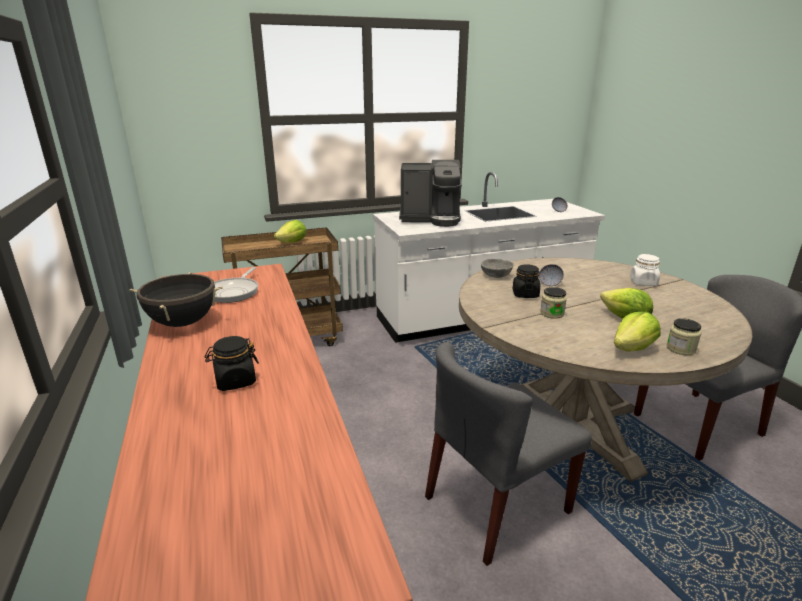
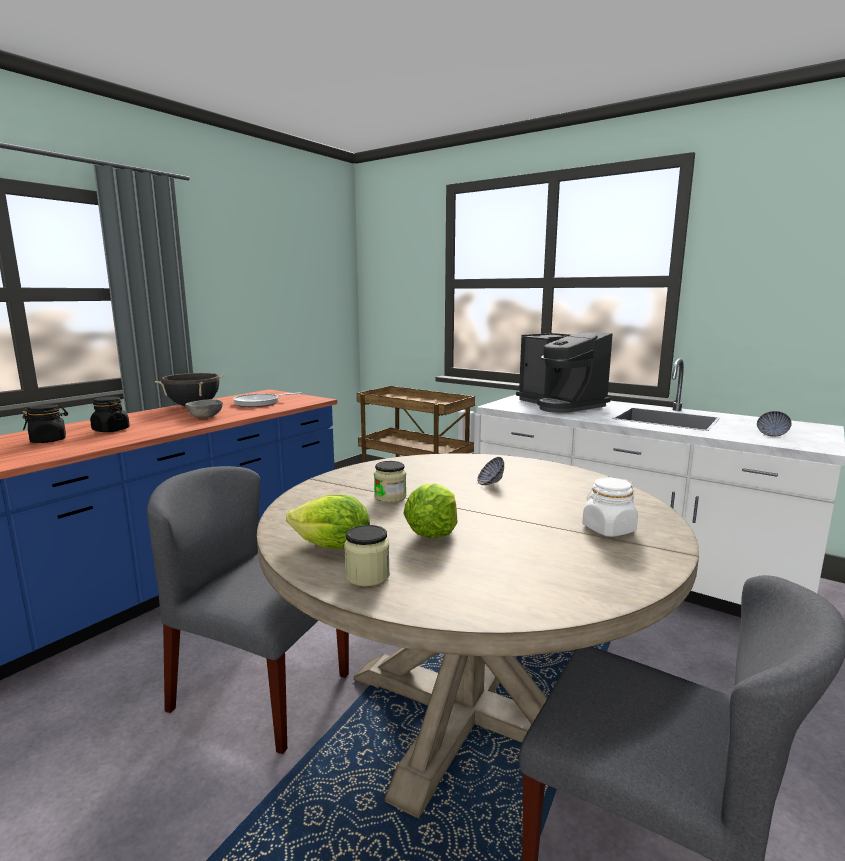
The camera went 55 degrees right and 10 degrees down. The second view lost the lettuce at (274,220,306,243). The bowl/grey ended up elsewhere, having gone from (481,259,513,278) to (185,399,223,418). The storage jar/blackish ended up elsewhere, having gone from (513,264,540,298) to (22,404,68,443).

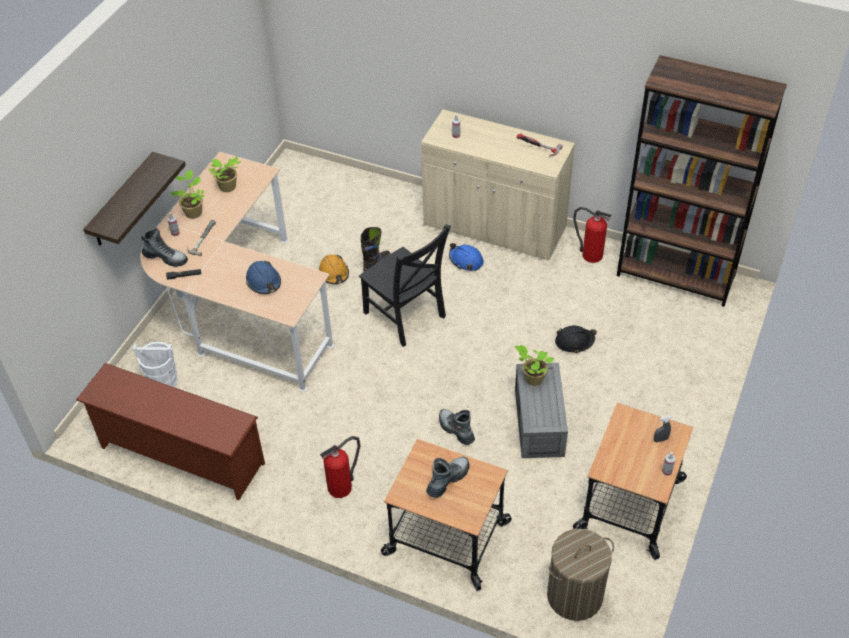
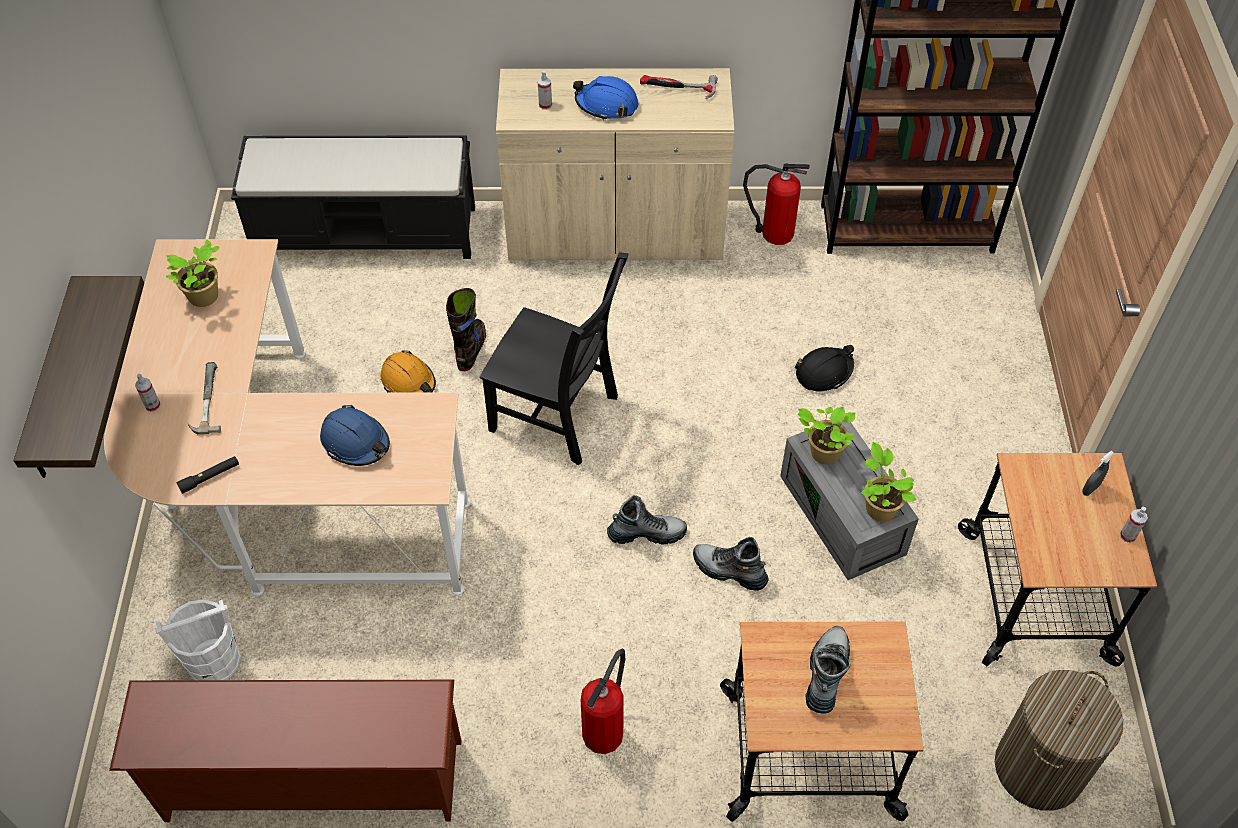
The camera went 25 degrees left and 5 degrees up. The second view gained the indoor bench/blackish at (231,135,475,259). The boot ended up elsewhere, having gone from (141,228,188,267) to (607,495,687,545). The potted plant ended up elsewhere, having gone from (170,169,205,219) to (861,442,916,522). The hard hat/bluish ended up elsewhere, having gone from (449,243,484,271) to (573,76,639,120).

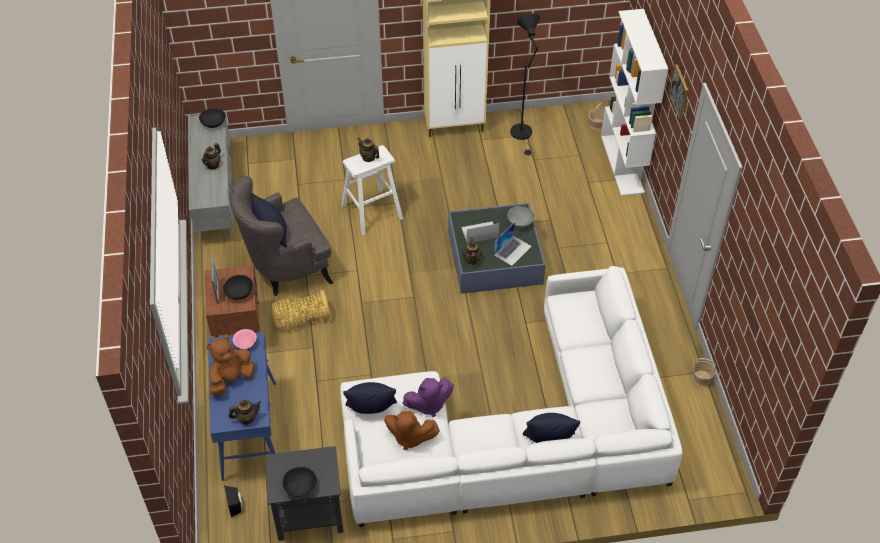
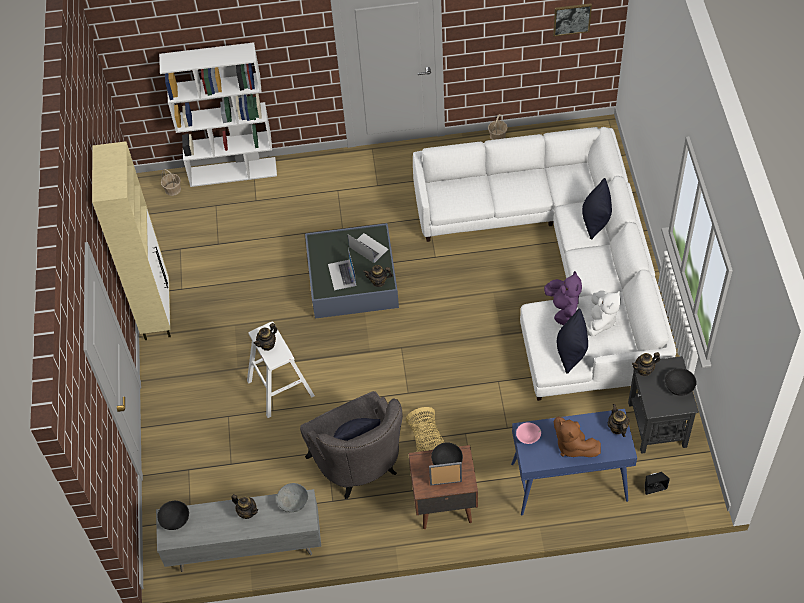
The camera went 85 degrees left and 5 degrees up. The second view lost the standing lamp/blackish at (510,13,540,155). The second view gained the tea pot at (632,352,660,376). The bowl/grey ended up elsewhere, having gone from (507,206,535,228) to (277,483,308,512). The picture ended up elsewhere, having gone from (669,64,688,120) to (553,3,592,36). What was the soft toy/brown at (384,410,440,450) turned into the soft toy/white at (586,291,621,336).

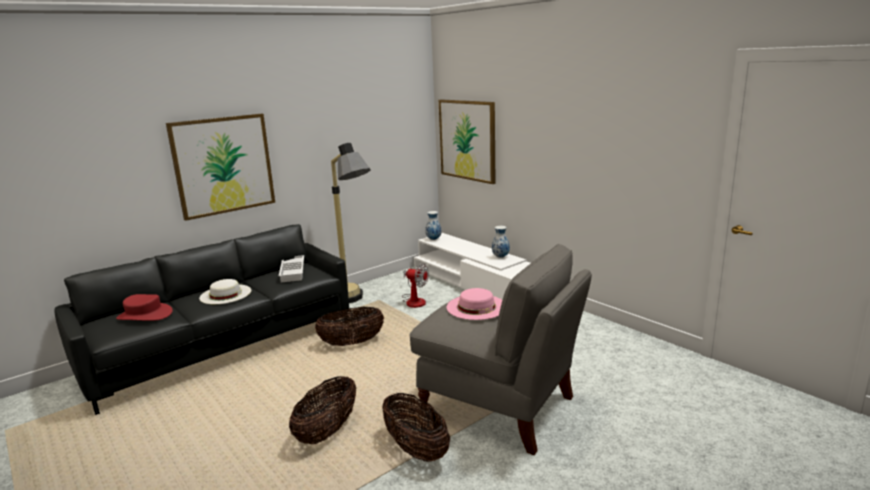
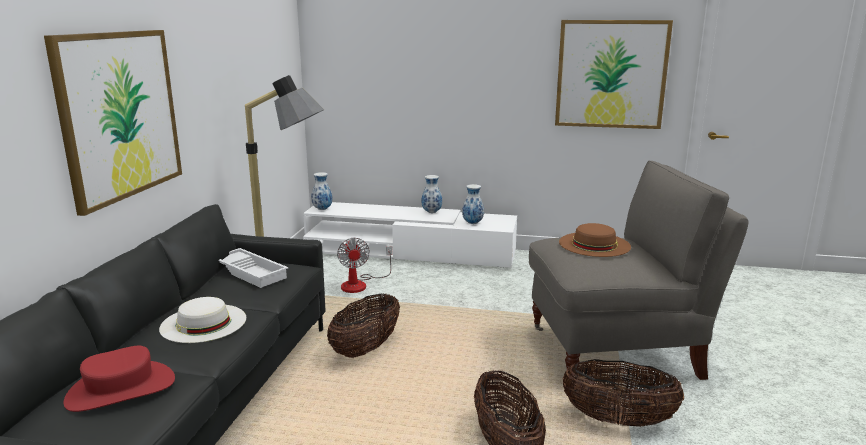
The camera went 40 degrees left and 0 degrees up. The second view gained the vase at (462,184,484,224). The picture ended up elsewhere, having gone from (439,99,496,184) to (555,20,673,129). What was the hat/pink-coloured at (447,288,502,320) turned into the hat/brown at (559,223,631,257). The cooling fan at (402,263,429,308) ended up facing another way, 90 degrees clockwise from before.

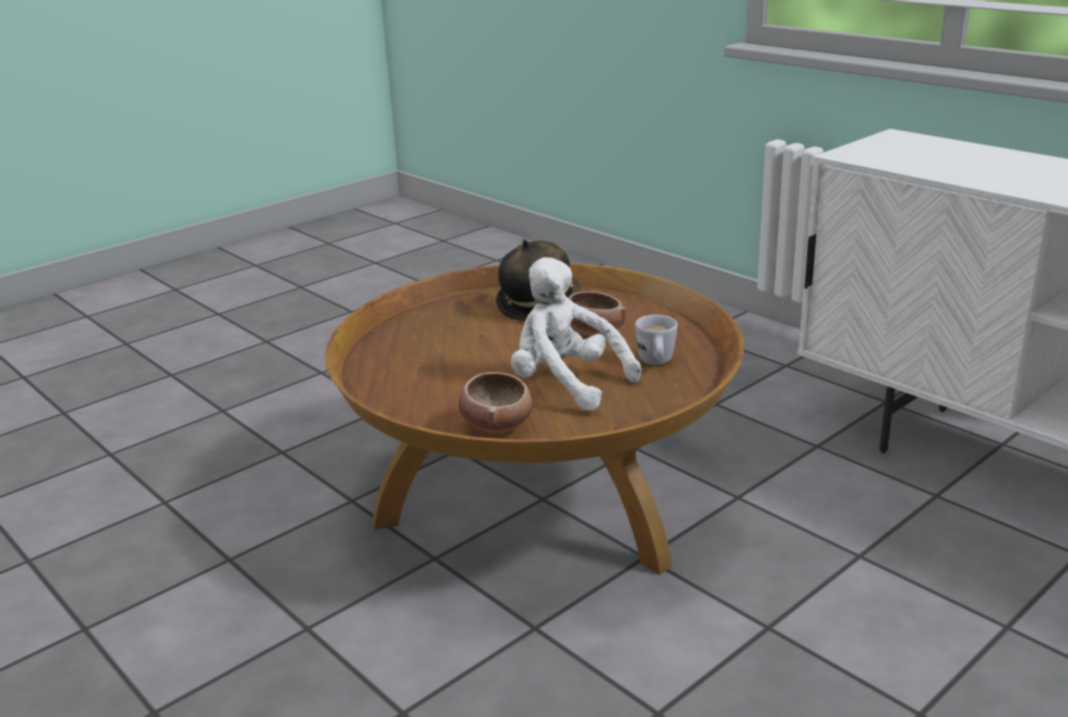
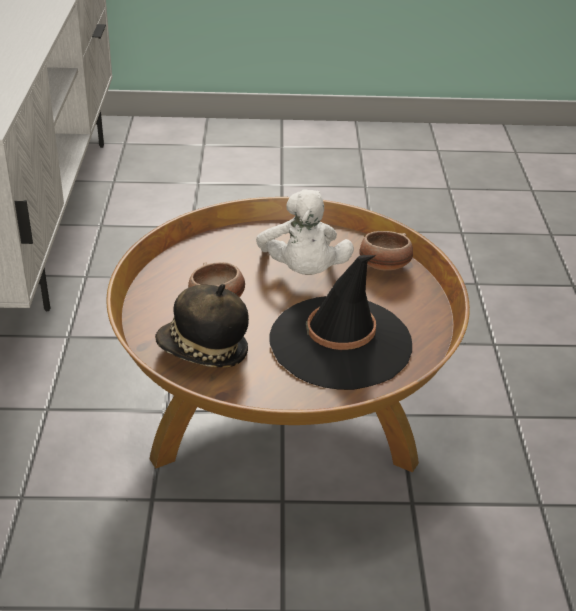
The camera went 140 degrees left and 10 degrees up. The second view lost the coffee mug/white at (635,315,678,365). The second view gained the hat/blackish at (270,255,412,390).

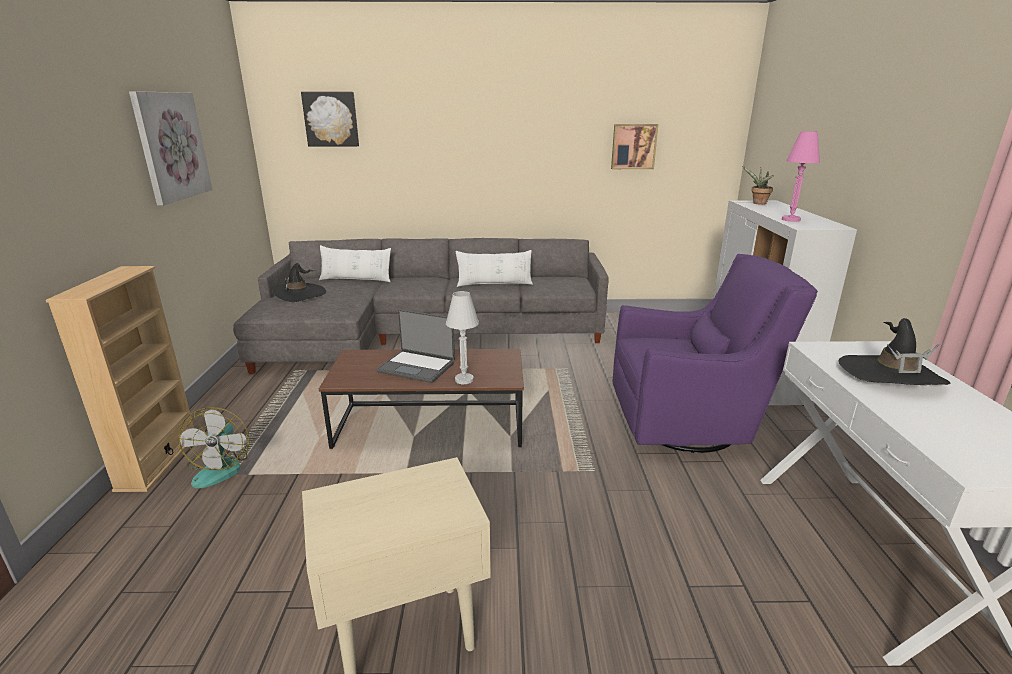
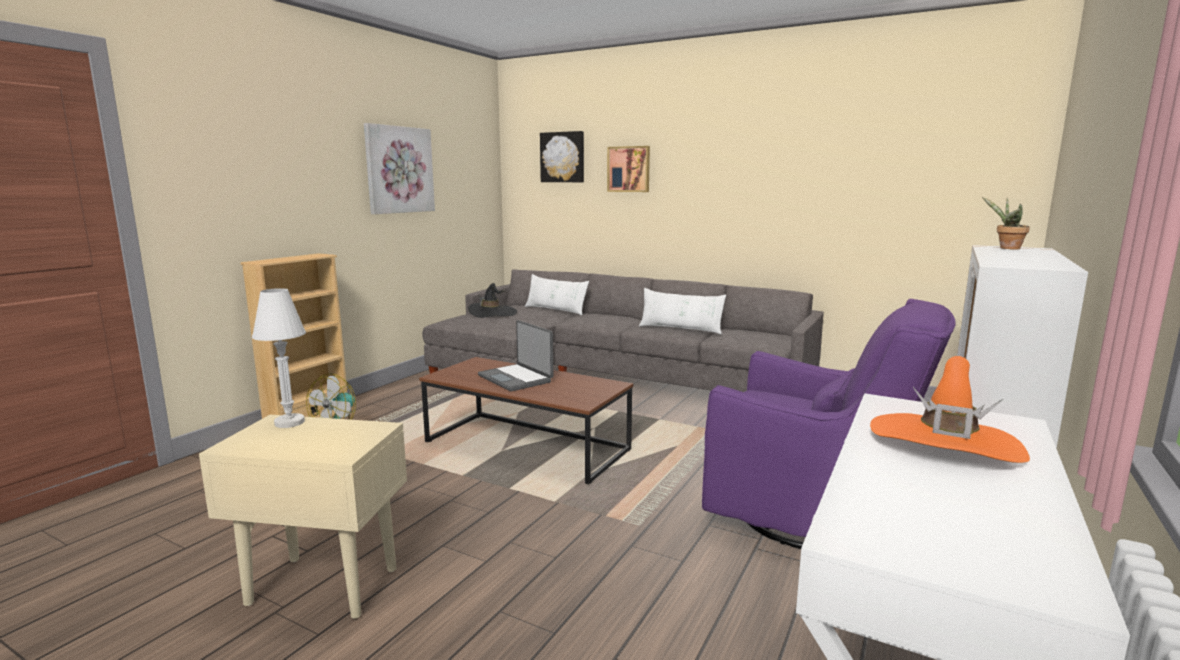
The camera went 30 degrees right and 10 degrees down. The second view lost the lamp for a table/pink-coloured at (782,131,820,222). The lamp for a table/white ended up elsewhere, having gone from (446,291,479,384) to (252,288,306,428). The picture ended up elsewhere, having gone from (611,124,658,169) to (607,146,650,192). What was the hat/blackish at (838,318,950,385) turned into the hat/orangey at (870,356,1030,463).

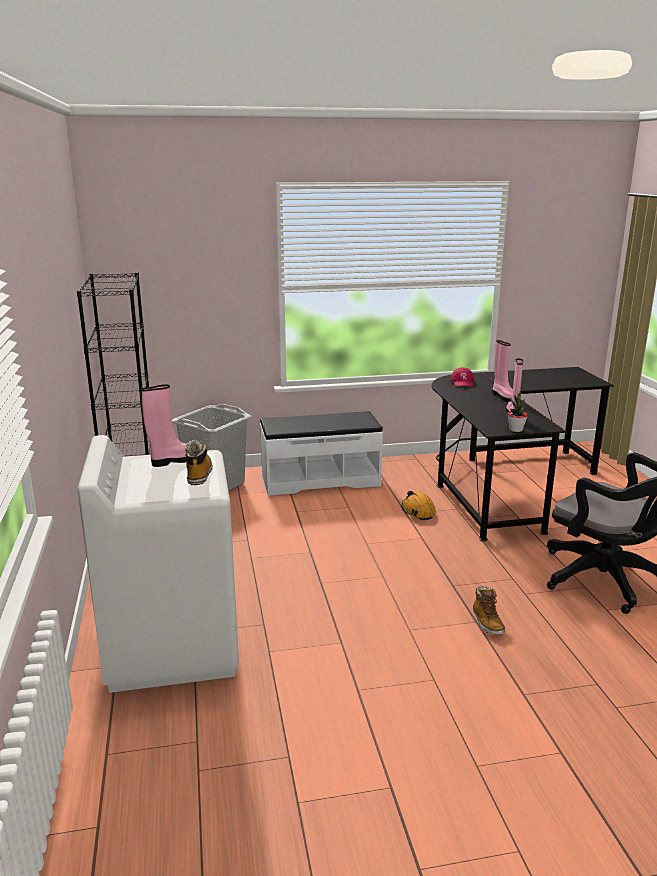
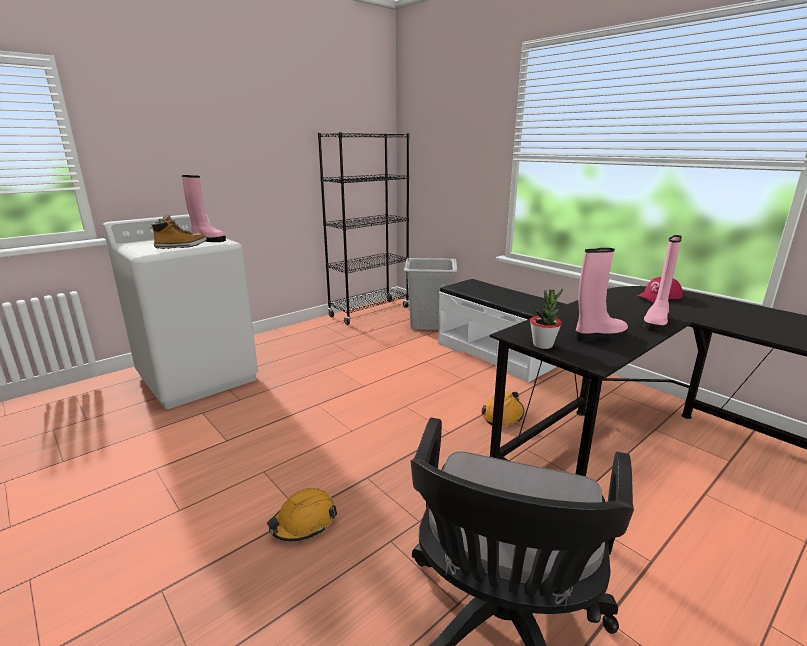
The camera went 60 degrees right and 0 degrees up. Where the boot stood at (473,586,505,635), the hard hat/orangey came to stand at (267,488,337,541).

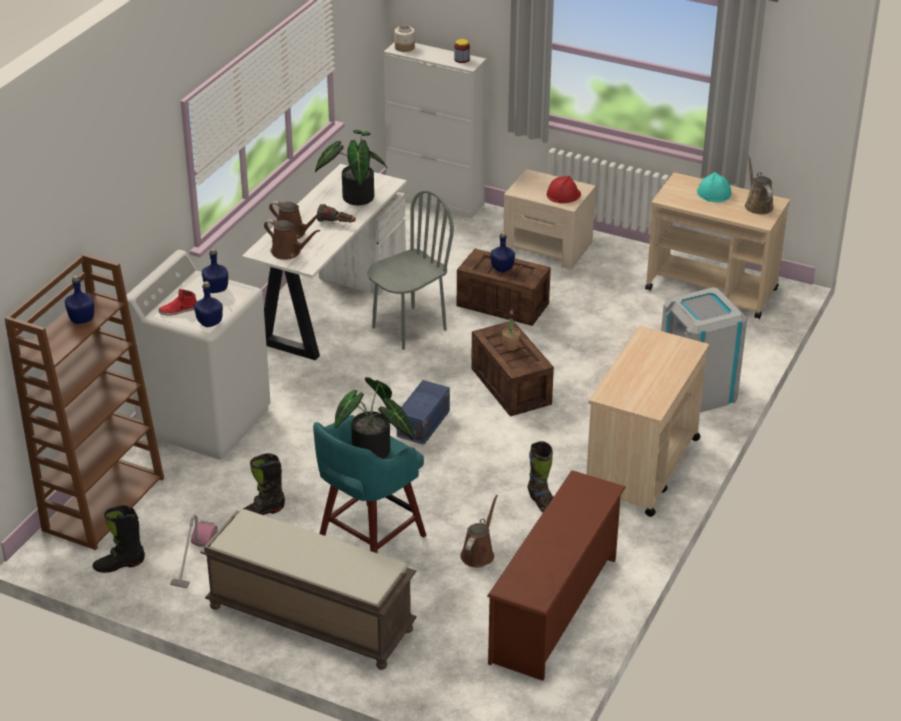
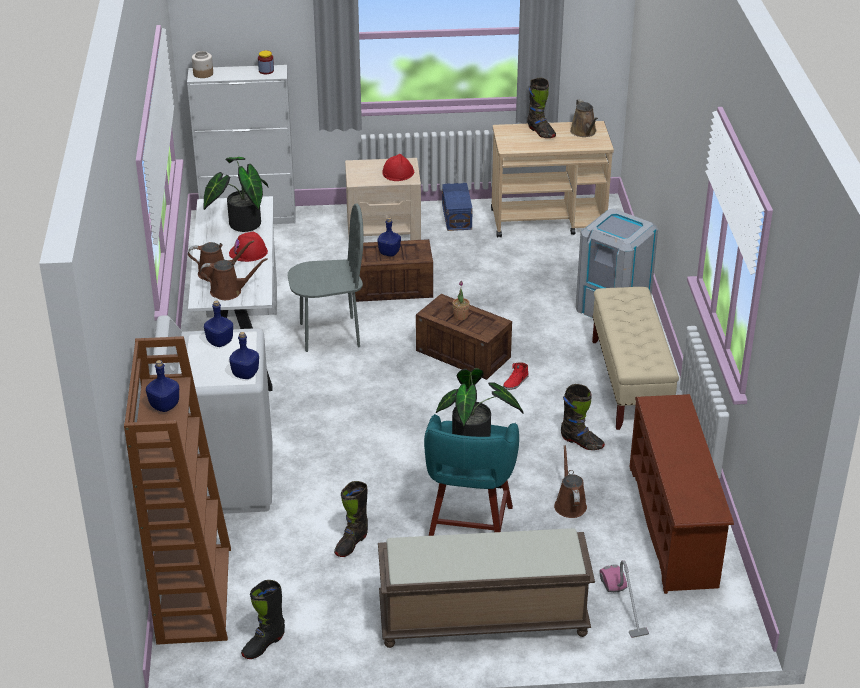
The camera went 30 degrees left and 0 degrees up. The low shoe/red-coloured ended up elsewhere, having gone from (158,289,197,316) to (503,362,529,390). The vacuum cleaner ended up elsewhere, having gone from (170,515,218,588) to (599,560,649,638). The storage box/bluish ended up elsewhere, having gone from (397,380,450,445) to (442,183,473,231). Where the torch stood at (317,204,356,223), the hard hat/red-coloured came to stand at (229,231,268,262). Where the trolley/beige stood at (586,326,709,517), the indoor bench/beige came to stand at (592,287,679,430). Where the hard hat/turquoise stood at (697,172,732,202), the boot/blackish came to stand at (527,77,556,138). The chair/grey at (367,189,454,350) ended up facing another way, 60 degrees clockwise from before. The sprinkling can/brown at (745,155,774,215) ended up facing another way, 150 degrees counterclockwise from before.

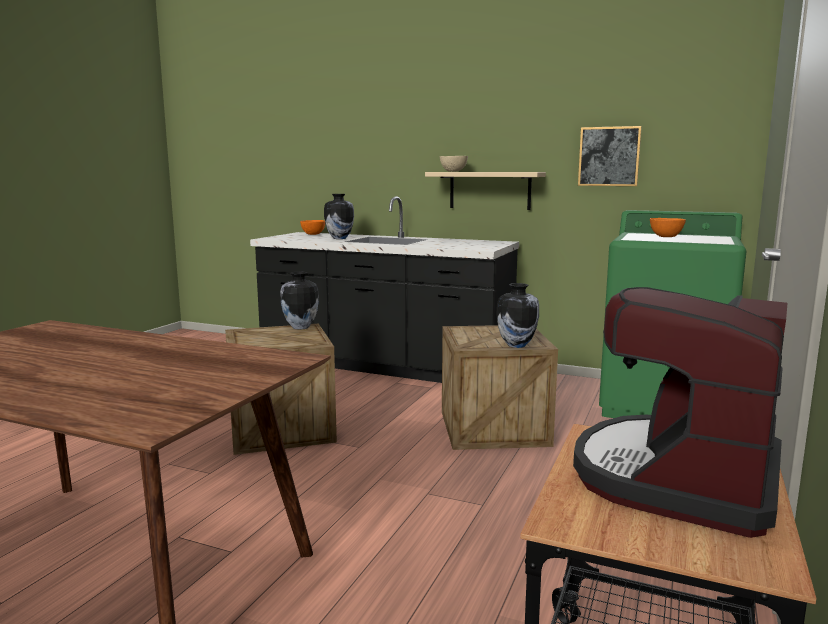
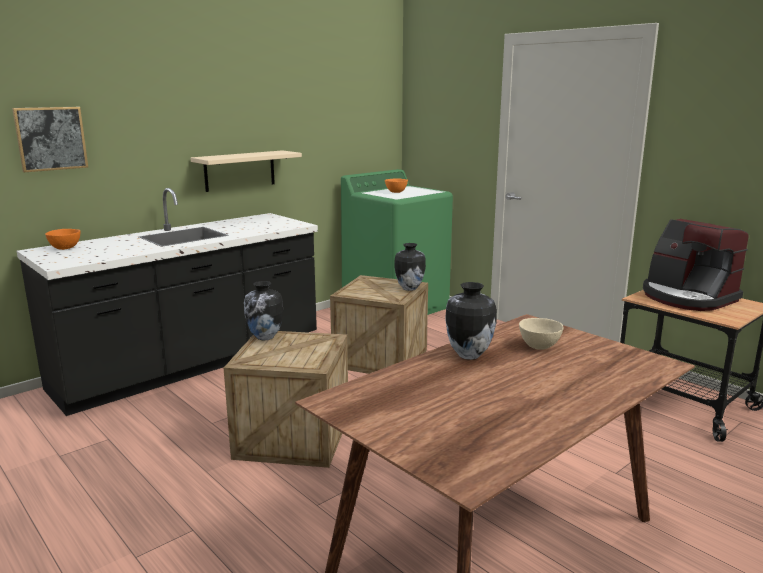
The camera went 65 degrees left and 5 degrees up. The vase ended up elsewhere, having gone from (324,194,354,239) to (445,282,497,360). The bowl/beige ended up elsewhere, having gone from (440,156,468,172) to (519,318,564,350). The picture ended up elsewhere, having gone from (578,126,642,186) to (12,107,88,172).

